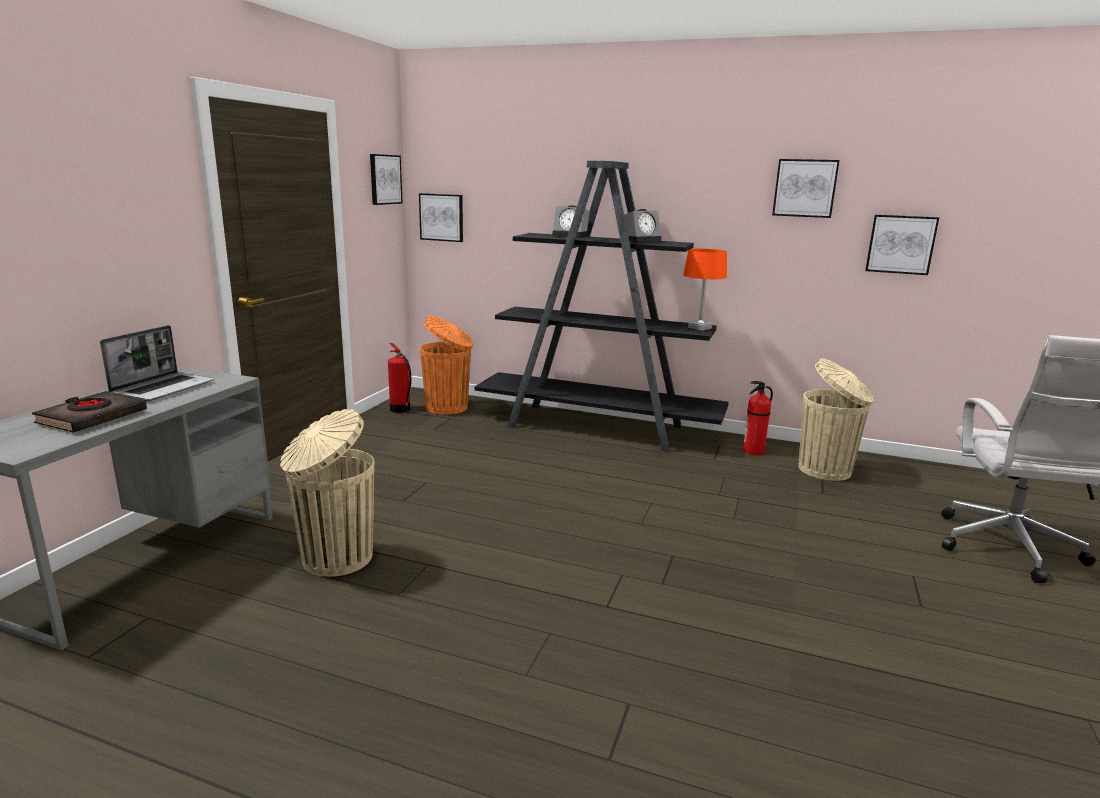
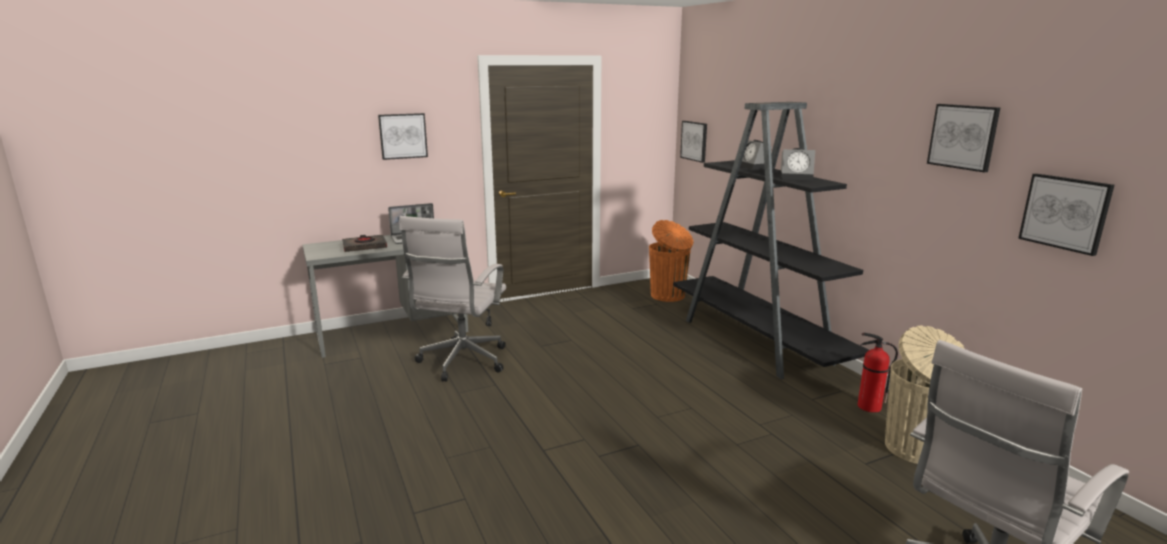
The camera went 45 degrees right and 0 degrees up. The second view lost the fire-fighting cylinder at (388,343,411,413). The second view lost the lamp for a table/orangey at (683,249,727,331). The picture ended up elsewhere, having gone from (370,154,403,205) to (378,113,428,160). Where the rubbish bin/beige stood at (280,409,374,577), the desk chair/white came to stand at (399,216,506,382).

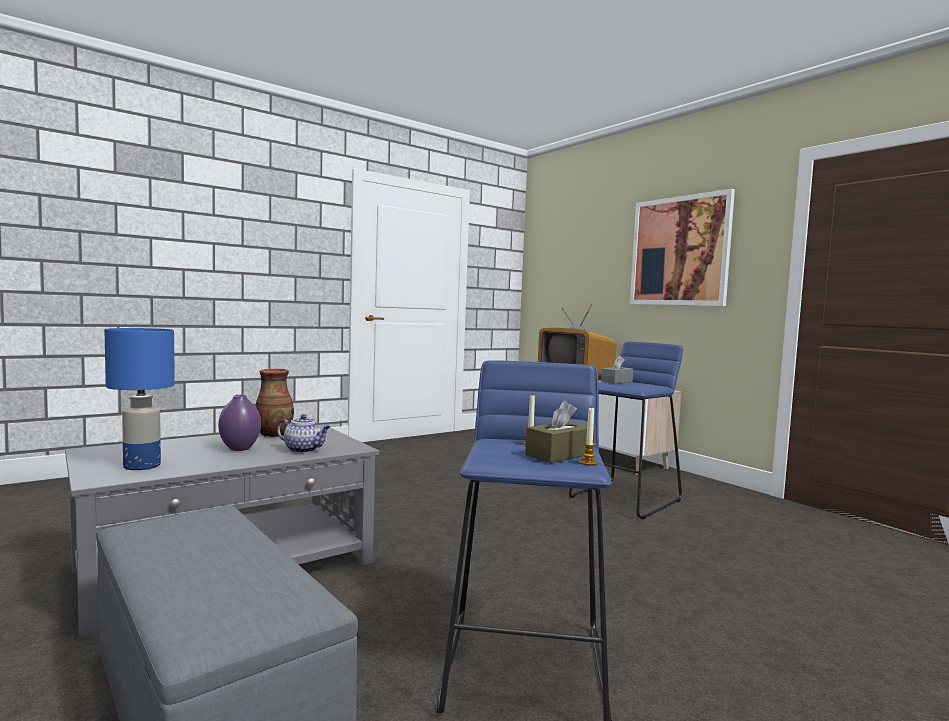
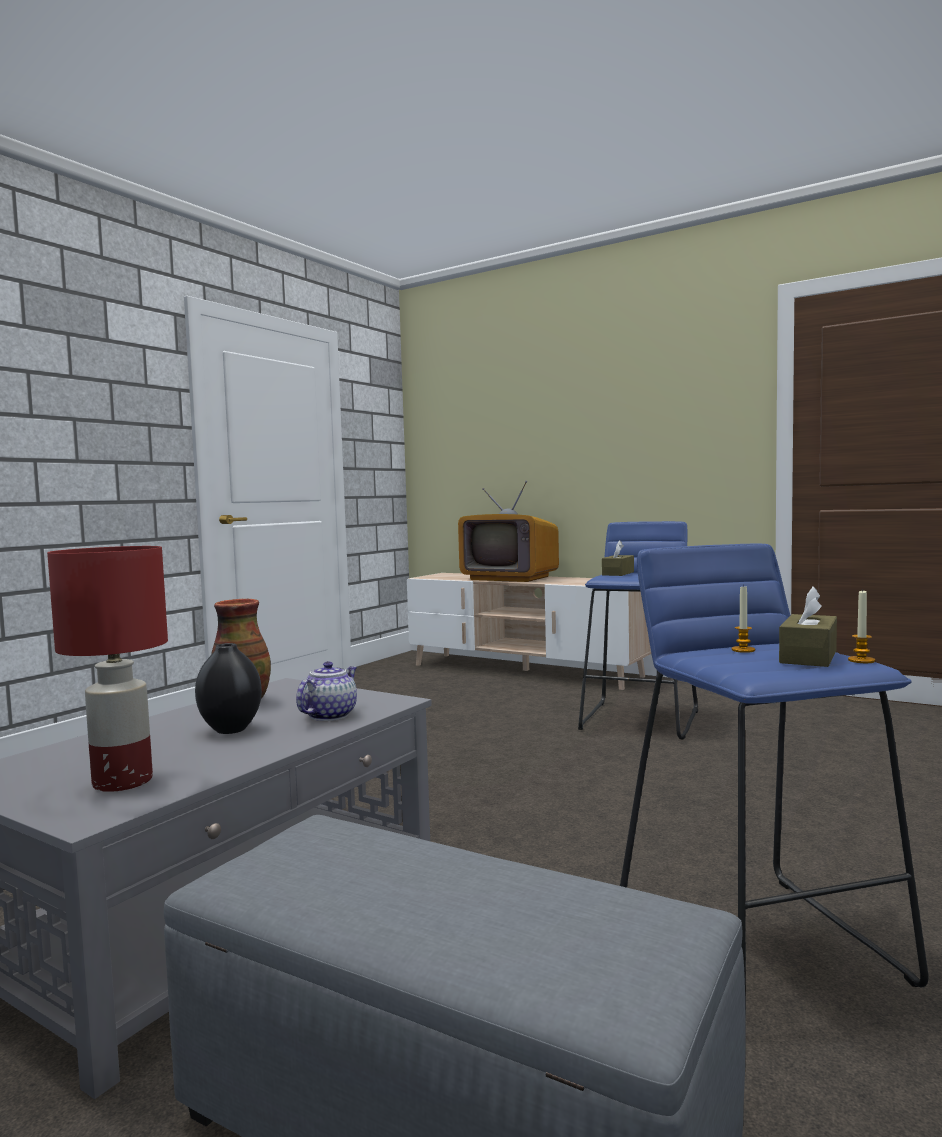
The camera went 20 degrees left and 0 degrees up. The second view lost the picture at (630,189,735,306). What was the lamp for a table/bluish at (105,328,175,470) turned into the lamp for a table/red-coloured at (47,546,168,792). What was the vase/purple-coloured at (218,395,261,451) turned into the vase/blackish at (195,643,262,734). What was the tissue holder/grey at (601,356,633,384) turned into the tissue holder/brown at (602,540,634,576). The tea pot at (277,414,330,453) ended up facing another way, 60 degrees counterclockwise from before.

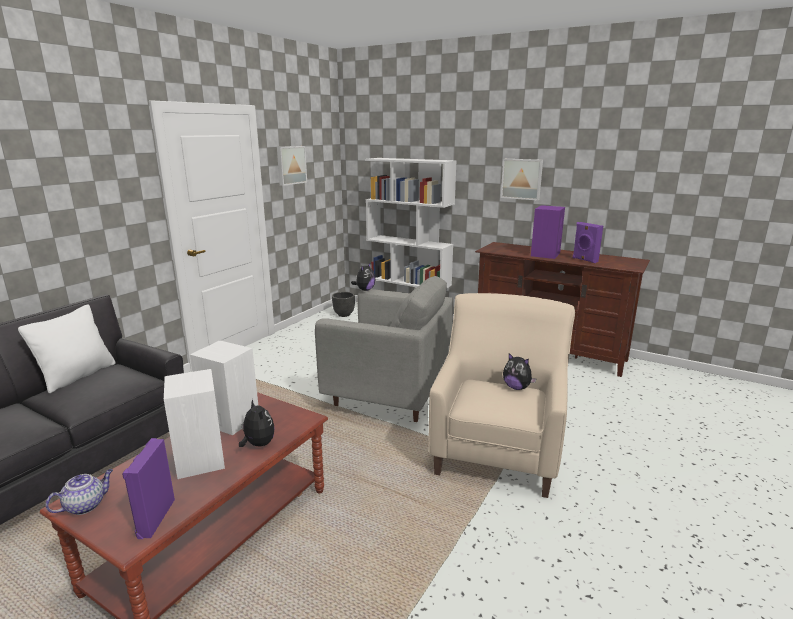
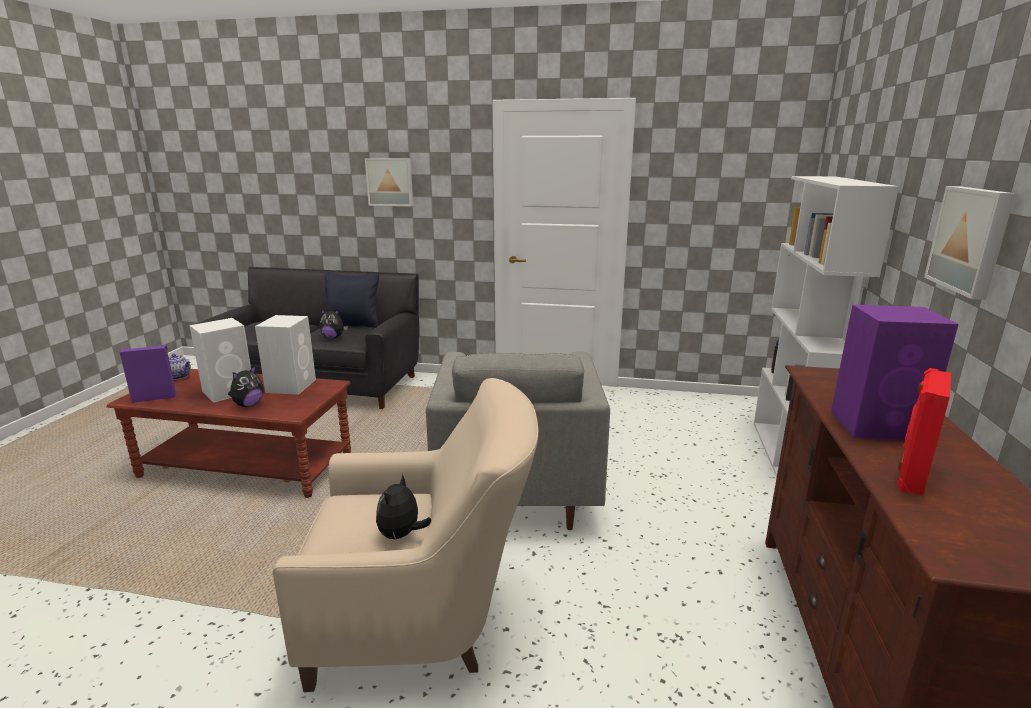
The camera went 70 degrees right and 0 degrees up. The second view lost the flower pot/blackish at (332,292,355,317). The picture ended up elsewhere, having gone from (277,146,307,186) to (365,158,413,206). The soft toy ended up elsewhere, having gone from (351,262,375,291) to (320,309,348,338). What was the cushion/white at (18,304,116,393) turned into the cushion/blackish at (324,273,379,327). What was the speaker/purple-coloured at (573,222,603,263) turned into the speaker/red-coloured at (897,368,951,496).

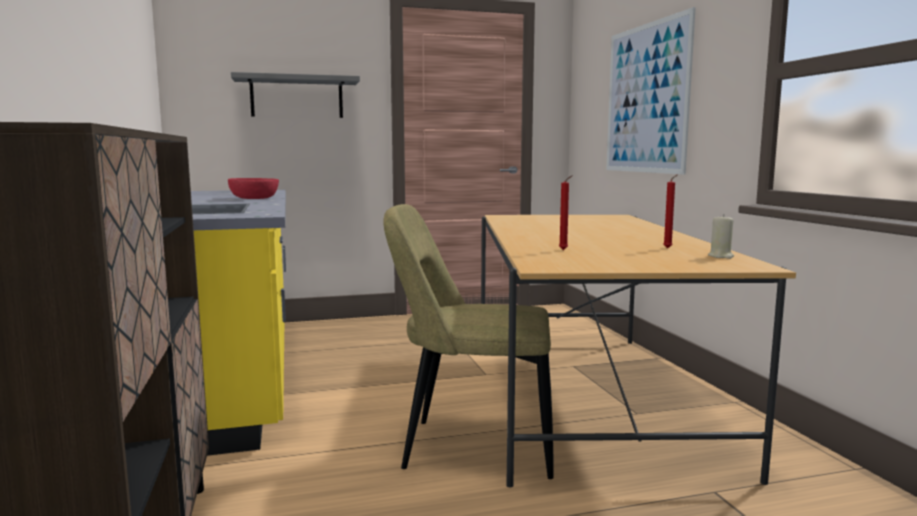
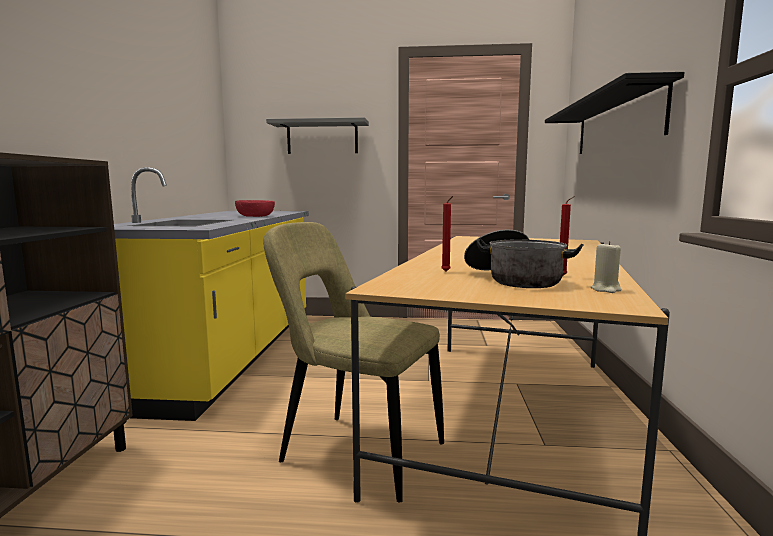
The camera went 20 degrees right and 0 degrees up. The second view gained the stockpot at (464,230,583,288). Where the picture hung at (606,7,696,174), the wall shelf/blackish came to hang at (545,72,685,154).

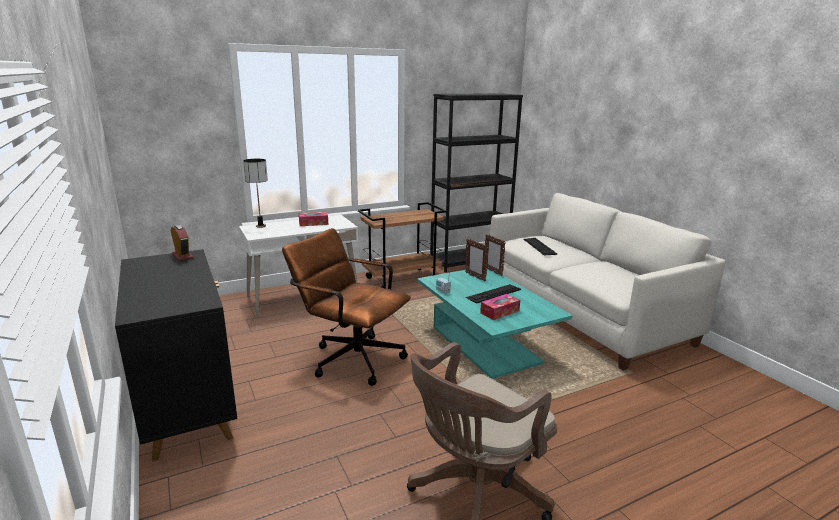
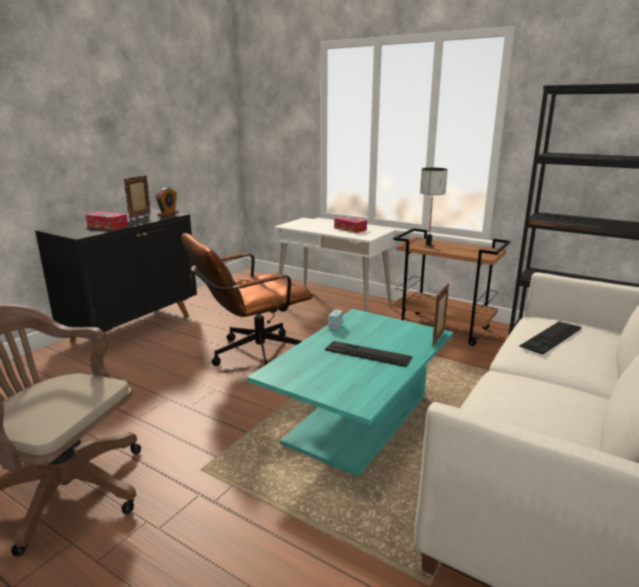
The camera went 60 degrees right and 0 degrees up. The lamp for a table ended up elsewhere, having gone from (243,159,268,228) to (420,168,448,248). The picture frame ended up elsewhere, having gone from (465,239,488,282) to (124,175,151,219). The tissue holder ended up elsewhere, having gone from (480,294,520,320) to (86,211,128,230). The desk chair/brown at (282,228,411,386) ended up facing another way, 120 degrees counterclockwise from before.

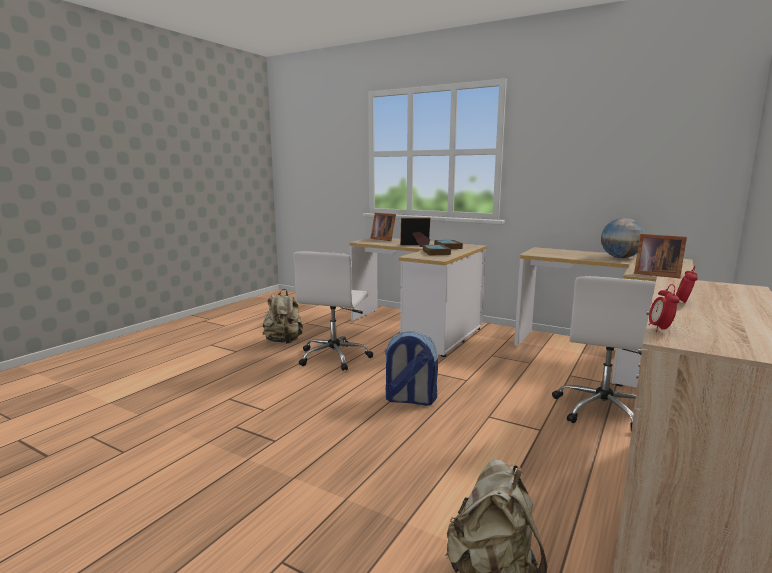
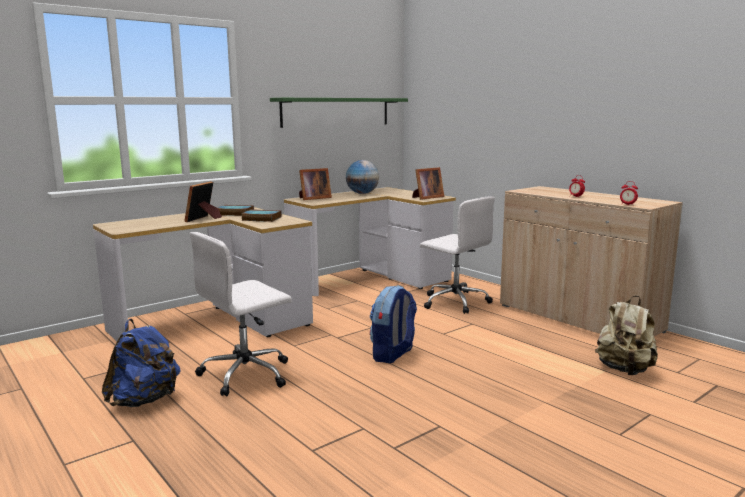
The camera went 70 degrees left and 0 degrees up. The second view gained the wall shelf/green at (270,98,408,128). The picture frame ended up elsewhere, having gone from (370,213,396,241) to (299,168,332,200). What was the rucksack/beige at (263,289,303,344) turned into the rucksack/bluish at (102,319,181,407). The desk chair/white at (293,251,373,371) ended up facing another way, 105 degrees clockwise from before.

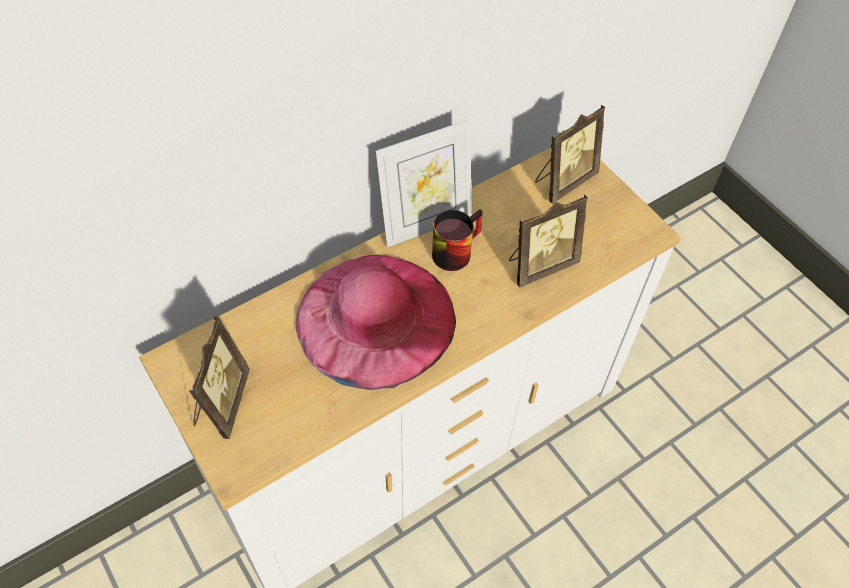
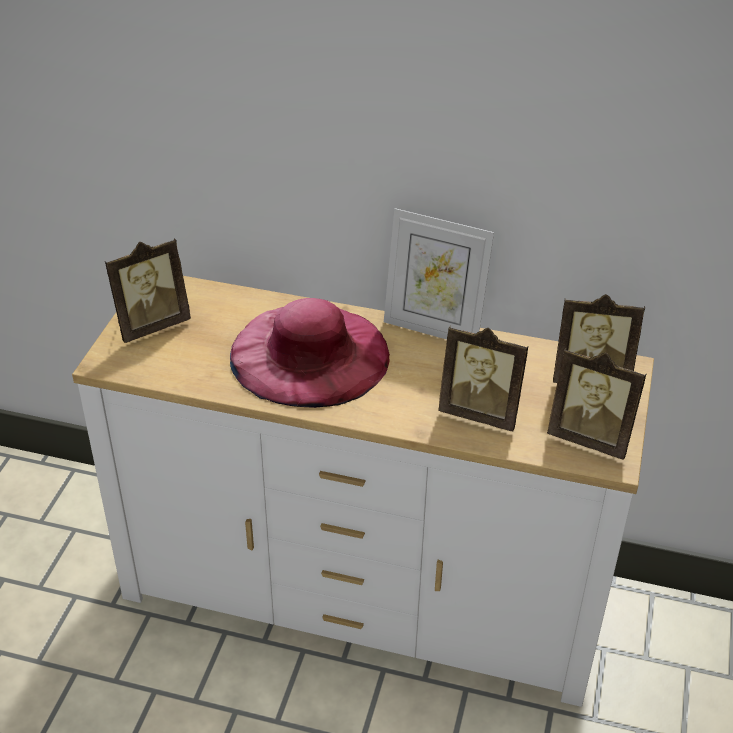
The camera went 50 degrees right and 15 degrees down. The second view lost the coffee mug at (432,209,483,271). The second view gained the picture frame at (547,348,647,460).

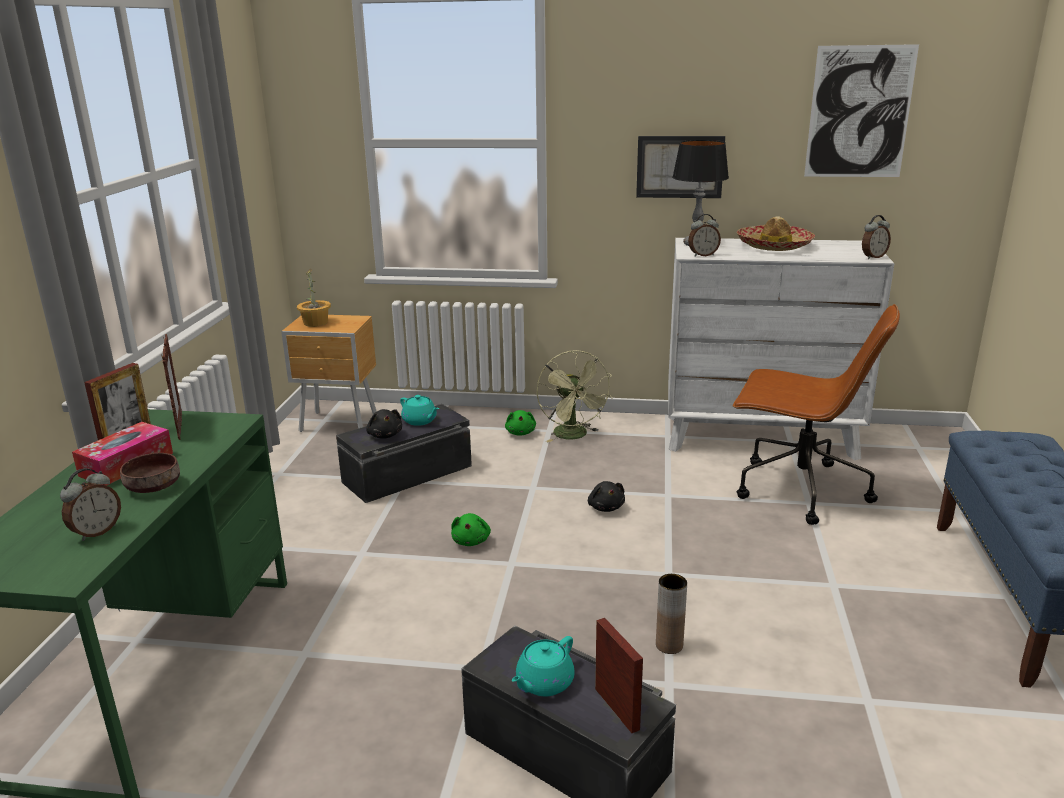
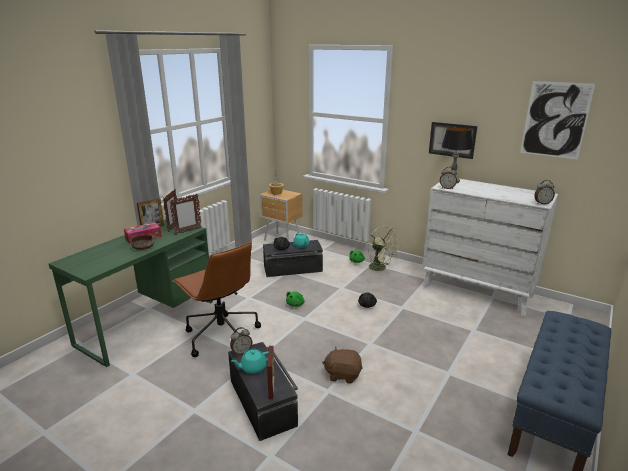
The camera went 25 degrees right and 0 degrees up. The second view lost the hat at (737,216,815,251). The second view gained the picture frame at (169,194,202,234). The bedside clock ended up elsewhere, having gone from (60,468,121,541) to (230,327,252,355). The desk chair/brown ended up elsewhere, having gone from (732,304,900,525) to (173,242,261,357). Where the vase/brown stood at (656,574,687,654), the soft toy/brown came to stand at (322,346,363,384). The cooling fan/green at (537,350,613,442) ended up facing another way, 45 degrees counterclockwise from before.

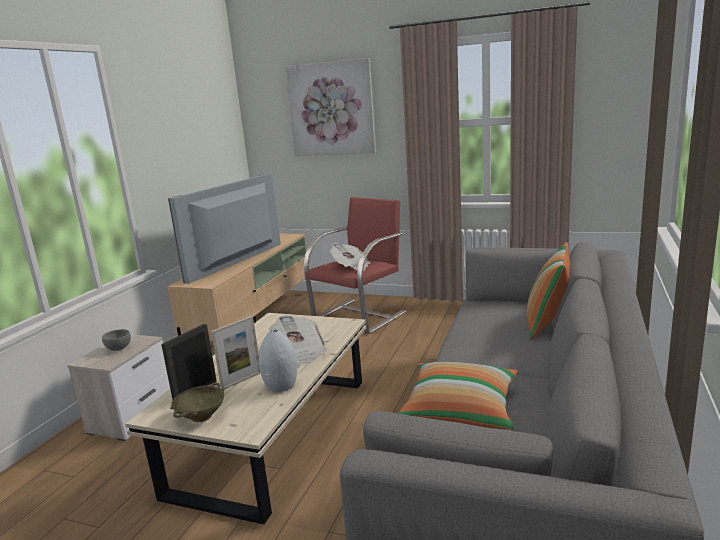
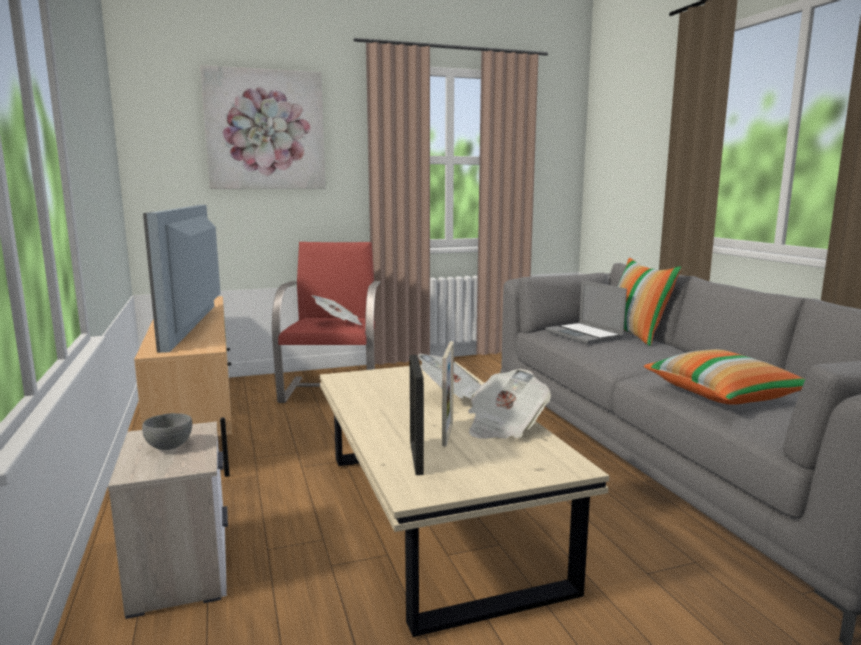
The camera went 40 degrees left and 5 degrees down. The second view lost the bowl/beige at (170,383,224,422). The second view gained the notebook computer at (545,280,627,345). Where the vase/grey stood at (259,329,298,392), the daily paper came to stand at (468,369,551,439).

